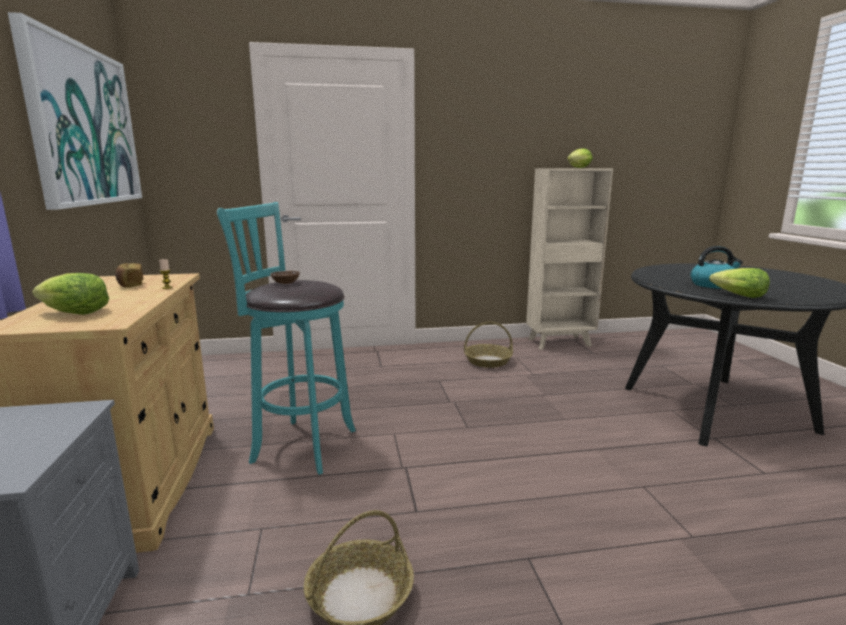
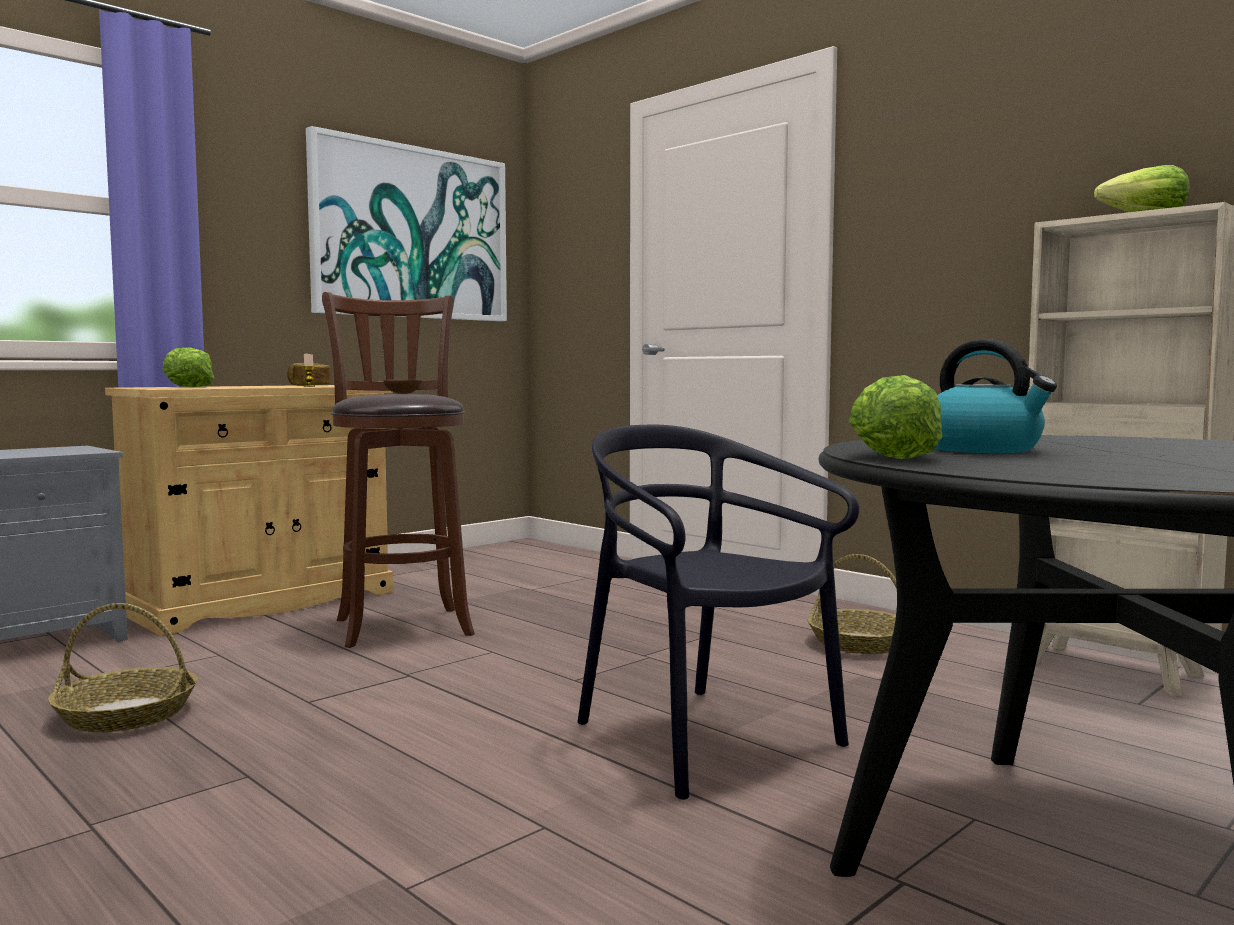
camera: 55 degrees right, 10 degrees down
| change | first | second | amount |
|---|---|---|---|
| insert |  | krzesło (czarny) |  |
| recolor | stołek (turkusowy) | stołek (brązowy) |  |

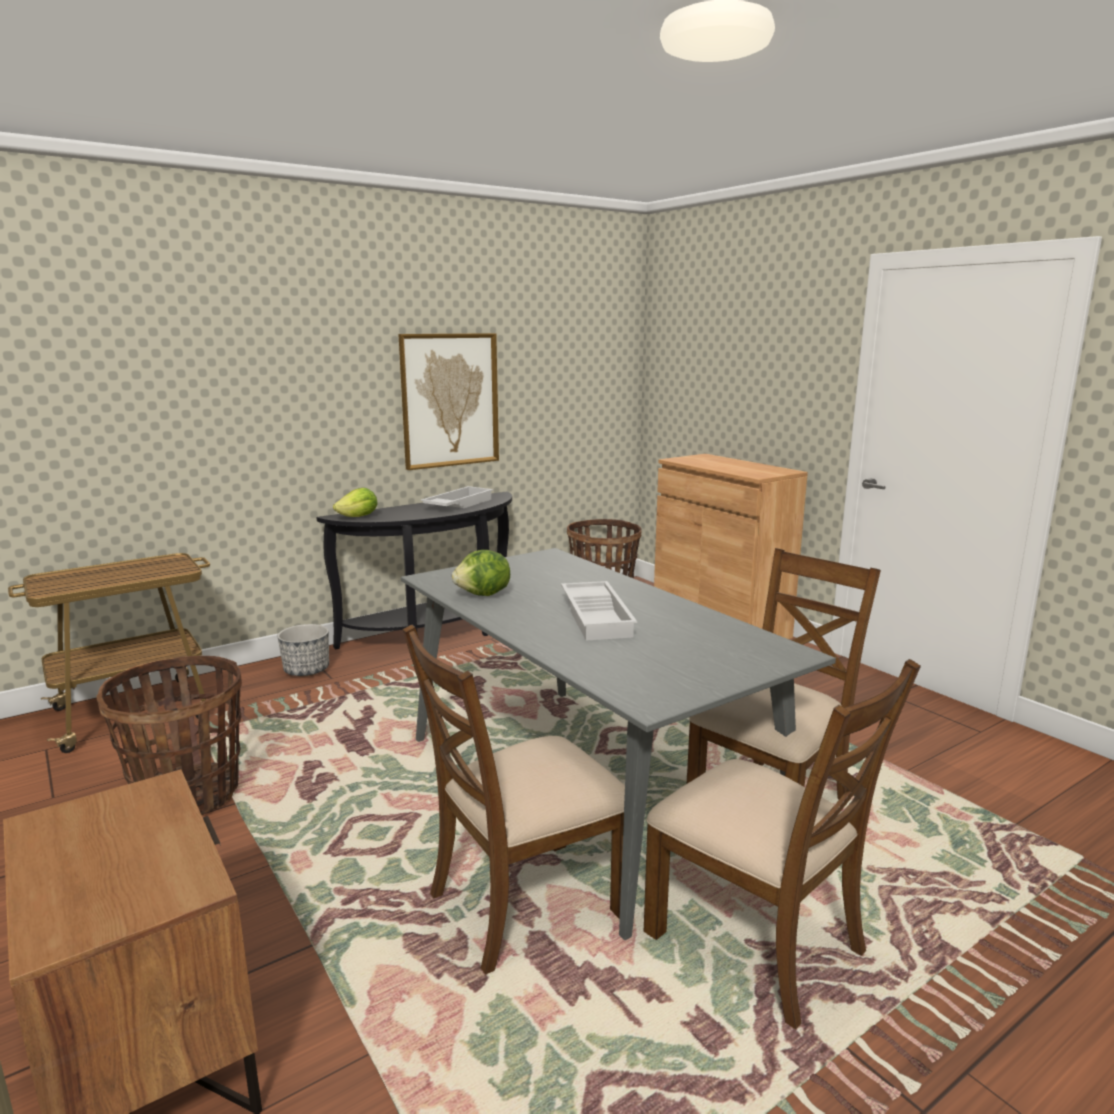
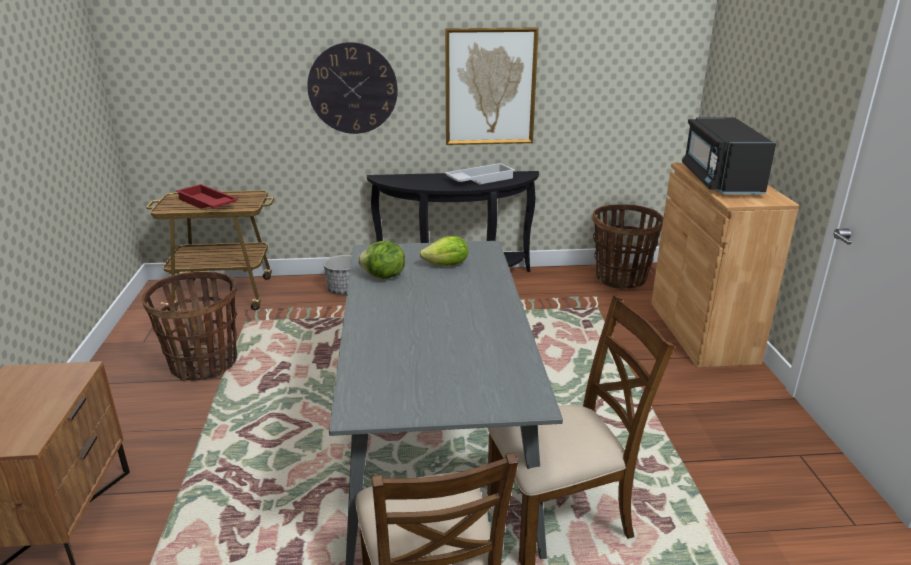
camera: 30 degrees right, 10 degrees up
| change | first | second | amount |
|---|---|---|---|
| delete | krzesło (brązowy) (1st from left) |  |  |
| delete | taca (biały) (2nd from left) |  |  |
| insert |  | taca (czerwony) |  |
| insert |  | zegar ścienny |  |
| insert |  | mikrofalówka (czarny) |  |
| move | sałata (1st from left in the first image) | sałata (2nd from left) |  |

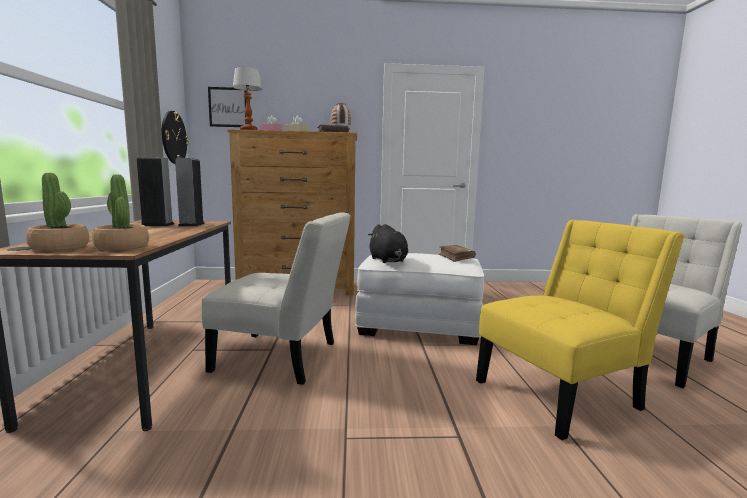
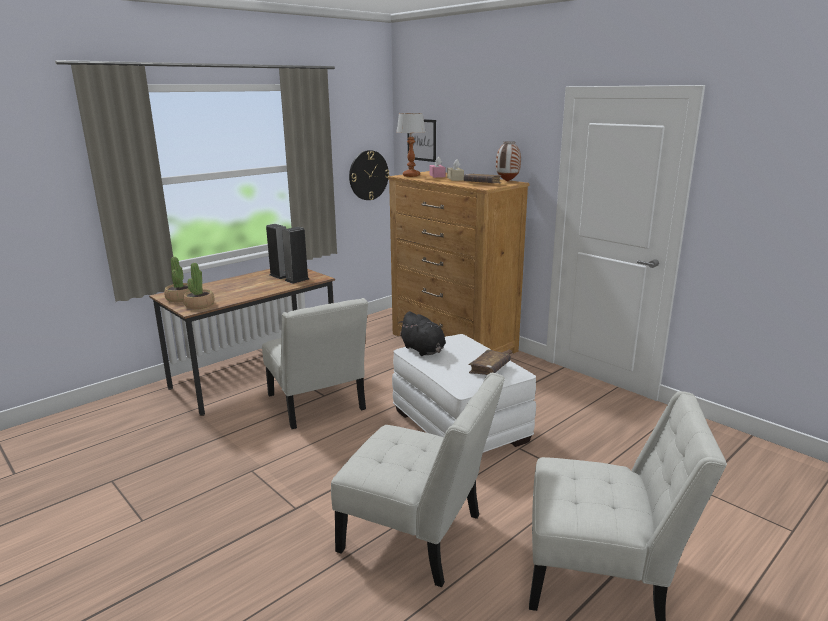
camera: 50 degrees right, 10 degrees up
| change | first | second | amount |
|---|---|---|---|
| recolor | krzesło (żółty) | krzesło (biały) (2nd from left) |  |
| rotate | pluszak (czarny) |  | 60 degrees counterclockwise |

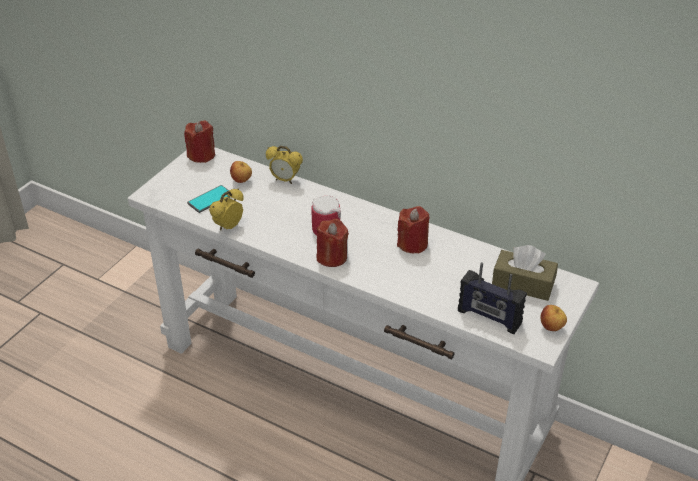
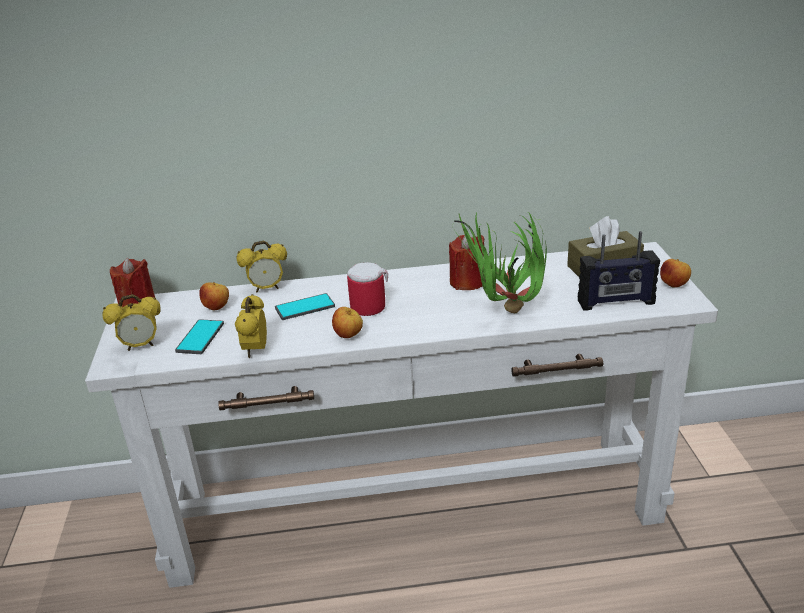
camera: 35 degrees left, 10 degrees down
| change | first | second | amount |
|---|---|---|---|
| delete | świeca (czerwony) (2nd from left) |  |  |
| insert |  | budzik (1st from left) |  |
| insert |  | telefon (2nd from left) |  |
| insert |  | jabłko (2nd from left) |  |
| insert |  | roślina doniczkowa |  |

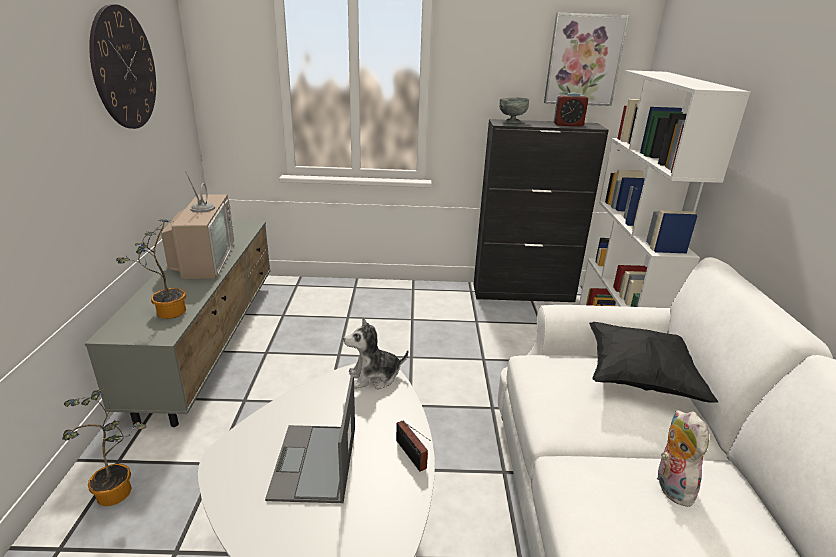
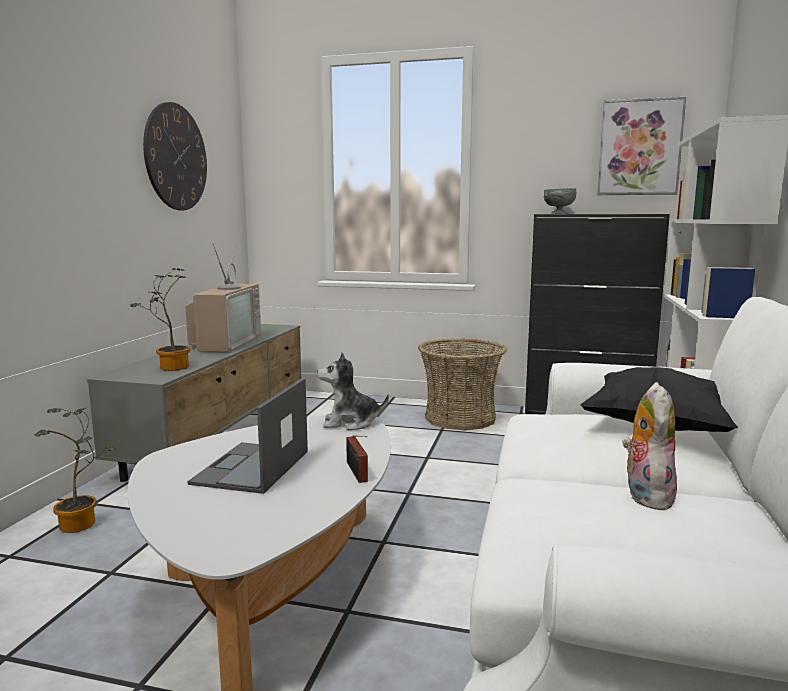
camera: 15 degrees right, 15 degrees down
| change | first | second | amount |
|---|---|---|---|
| delete | budzik |  |  |
| insert |  | koszyk |  |

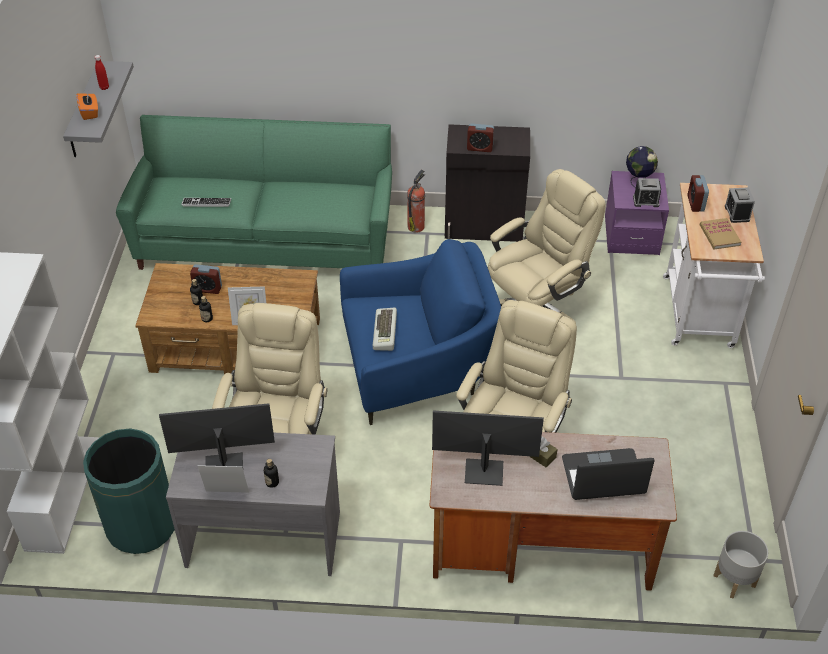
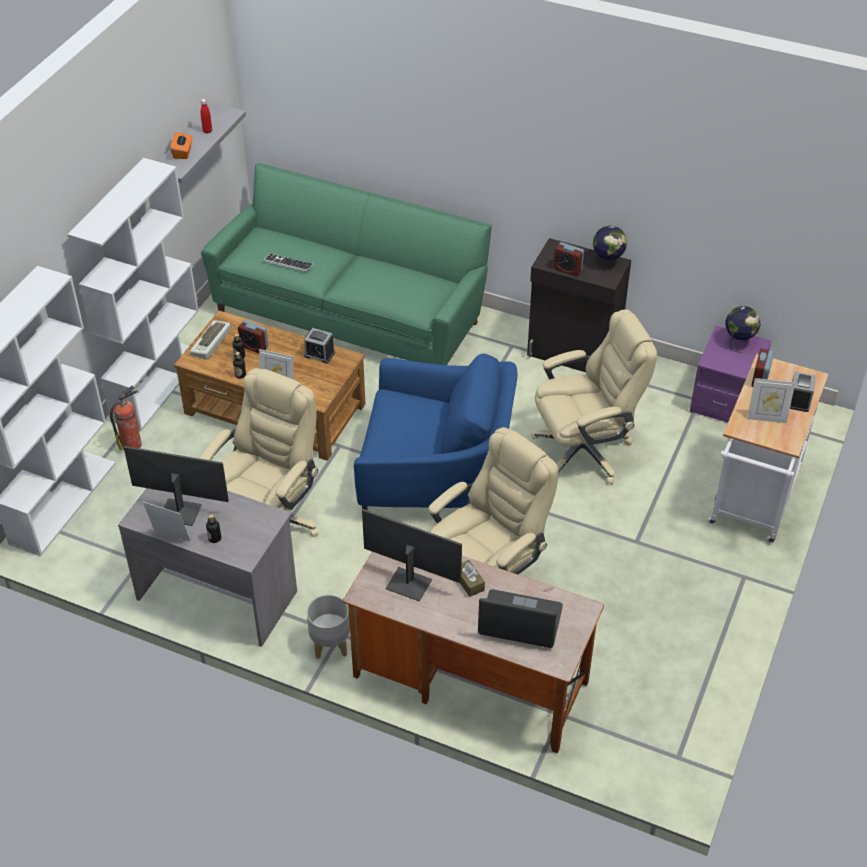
camera: 20 degrees right, 0 degrees up
| change | first | second | amount |
|---|---|---|---|
| delete | kosz na śmieci (zielony) |  |  |
| insert |  | regał (biały) (2nd from left) |  |
| insert |  | globus (1st from left) |  |
| move | klawiatura (2nd from left in the first image) | klawiatura (1st from left) |  |
| move | gaśnica |  |  |
| move | budzik (3rd from left in the first image) | budzik (2nd from left) |  |
| move | donica (szary) |  |  |
| replace | książka | ramka na zdjęcie (3rd from left) |  |

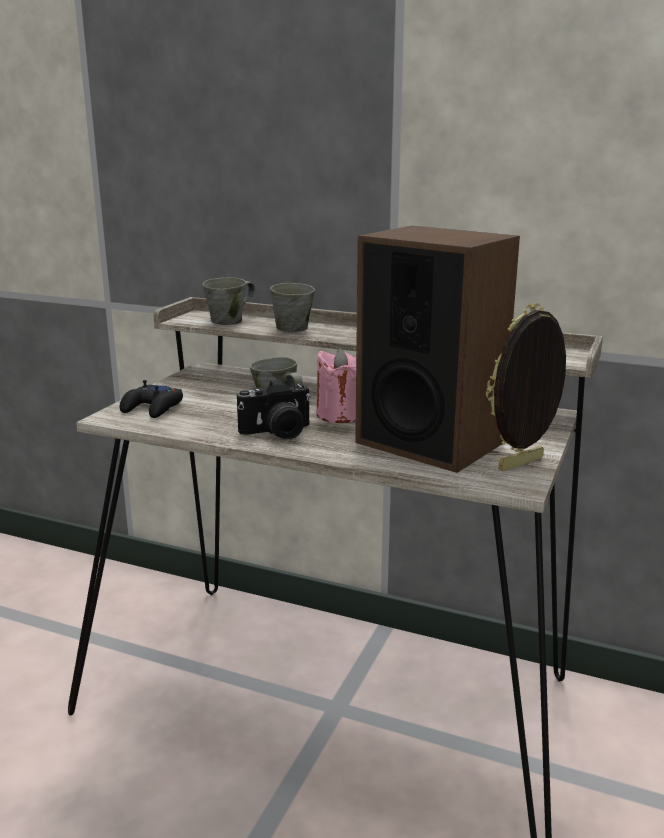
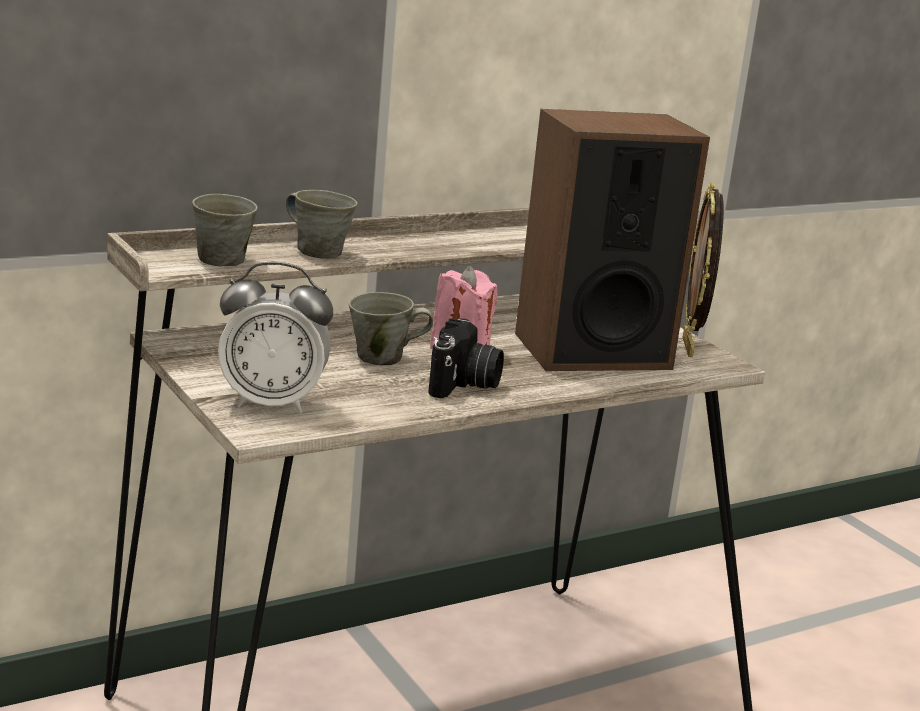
camera: 55 degrees left, 0 degrees up
| change | first | second | amount |
|---|---|---|---|
| replace | pad do gier (czarny) | budzik |  |

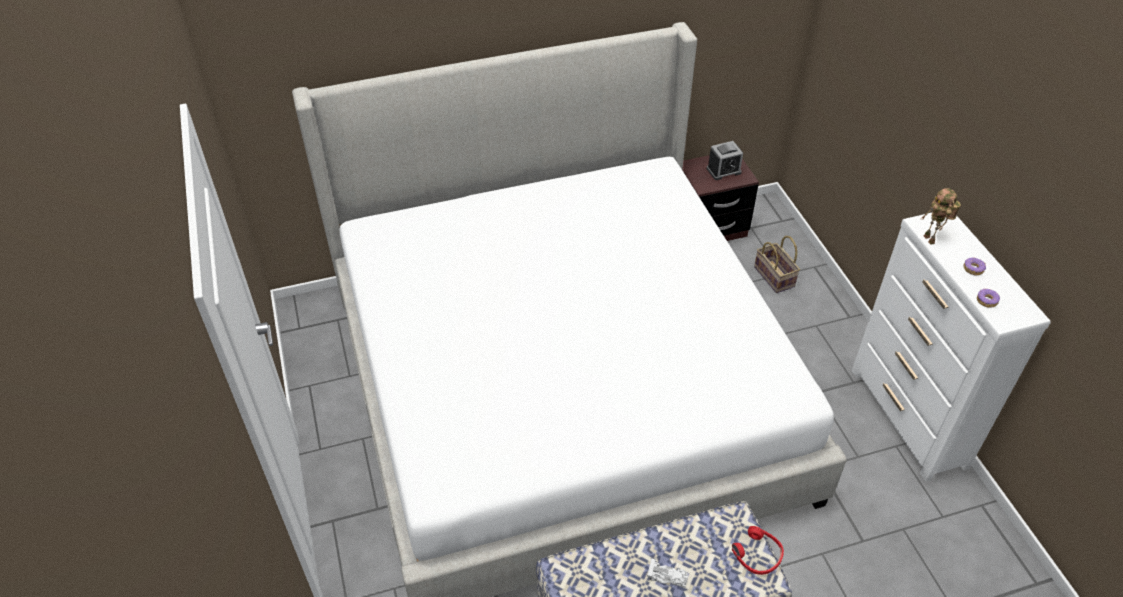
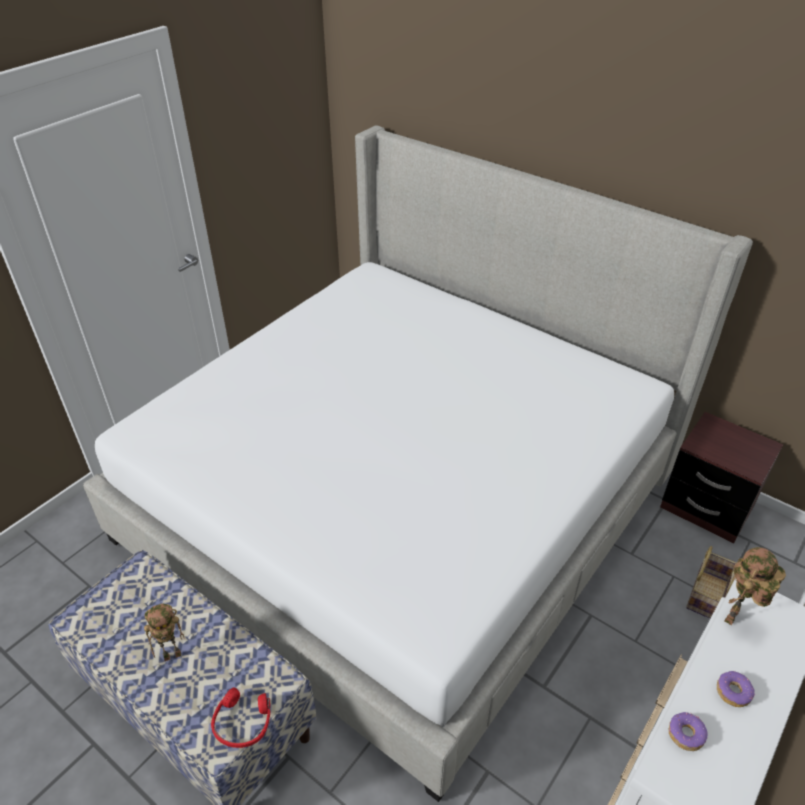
camera: 55 degrees right, 5 degrees down
| change | first | second | amount |
|---|---|---|---|
| delete | budzik |  |  |
| replace | samochodzik (biały) | robot zabawkowy (1st from left) |  |

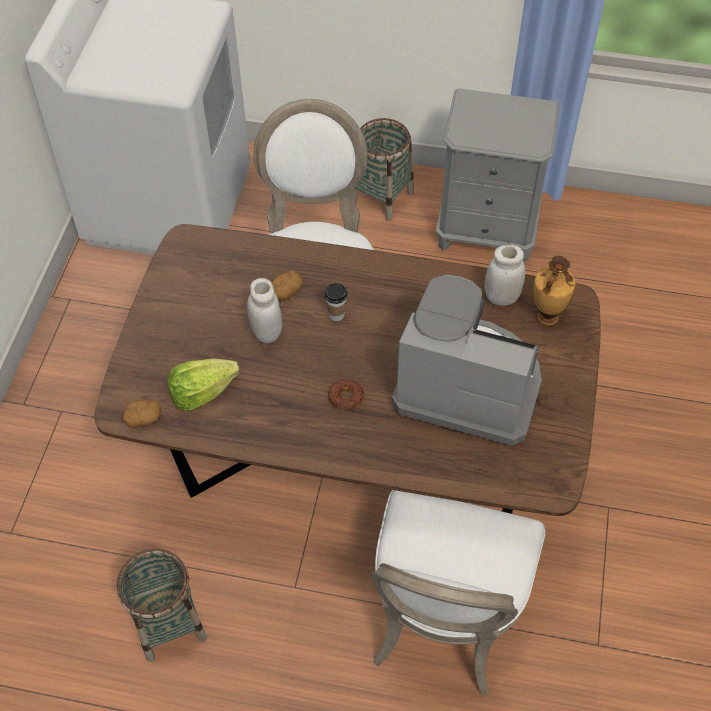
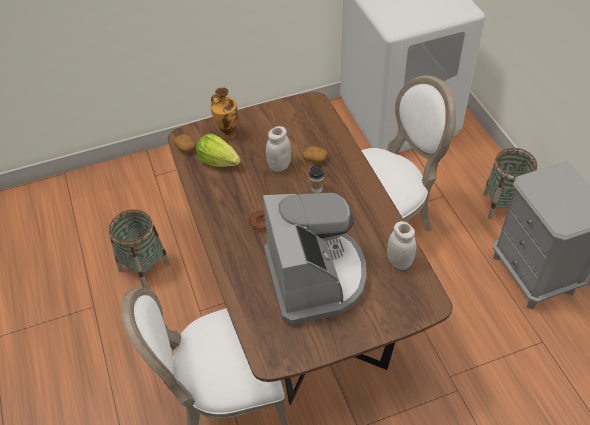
camera: 60 degrees right, 5 degrees down
| change | first | second | amount |
|---|---|---|---|
| move | wazon |  |  |

